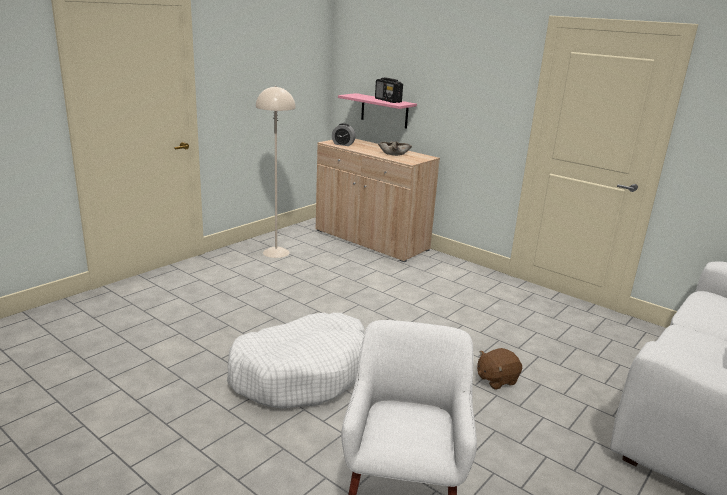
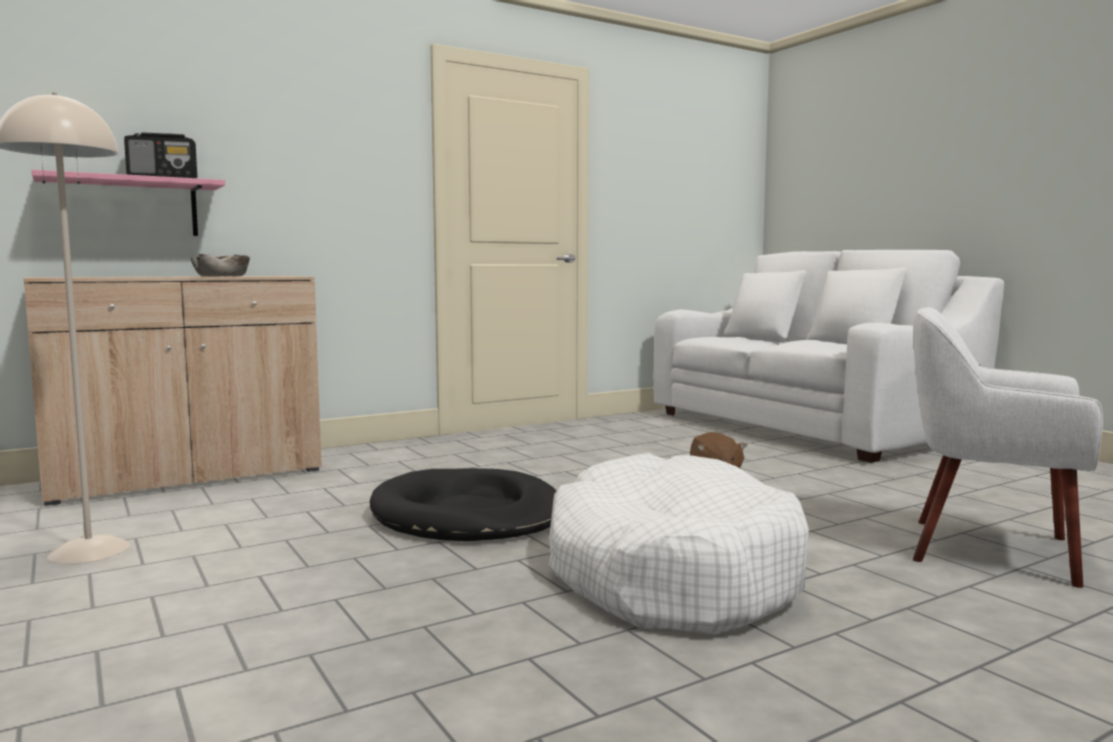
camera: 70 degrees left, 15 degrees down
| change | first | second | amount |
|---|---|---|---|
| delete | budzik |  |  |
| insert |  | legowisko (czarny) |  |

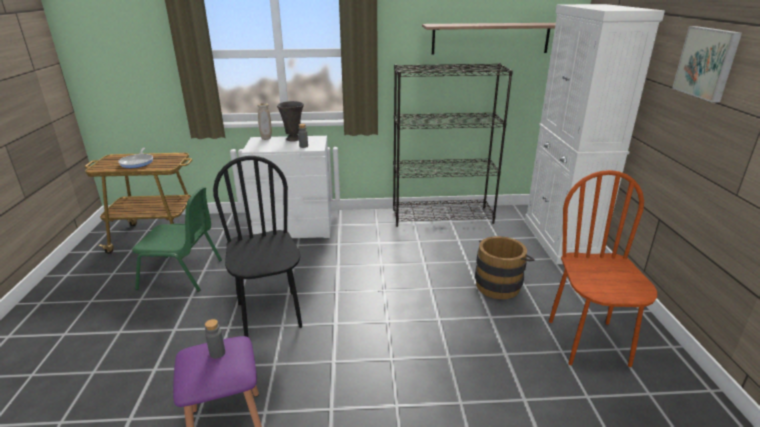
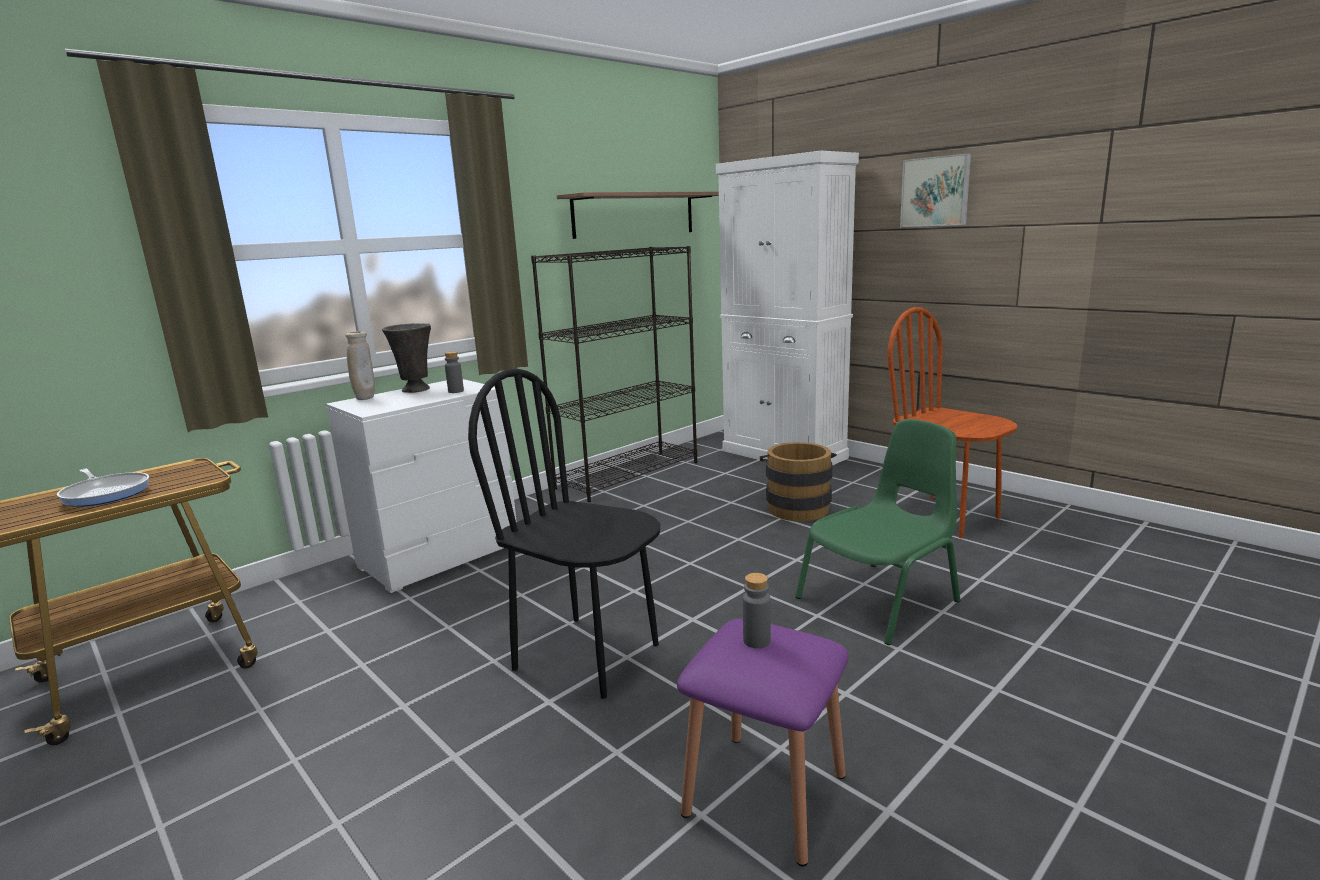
camera: 40 degrees left, 10 degrees down
| change | first | second | amount |
|---|---|---|---|
| move | krzesło (zielony) |  |  |

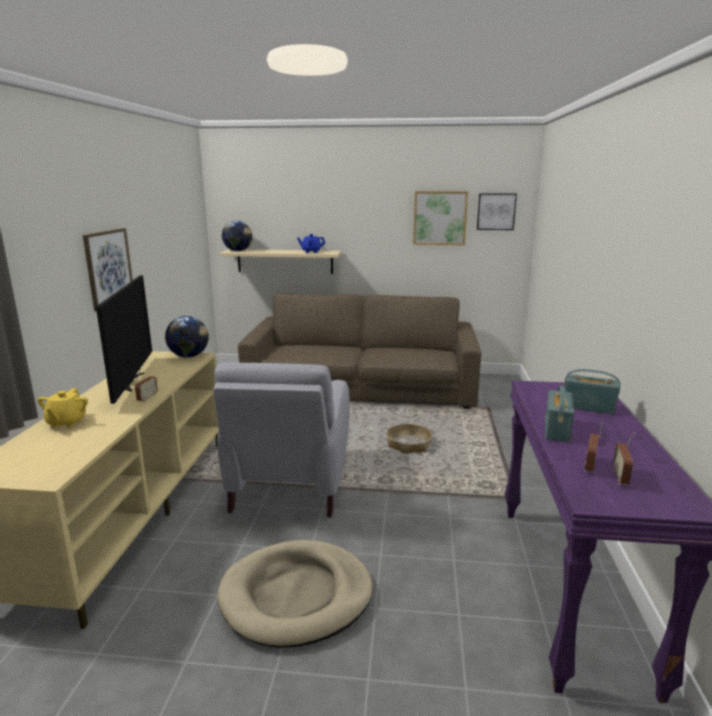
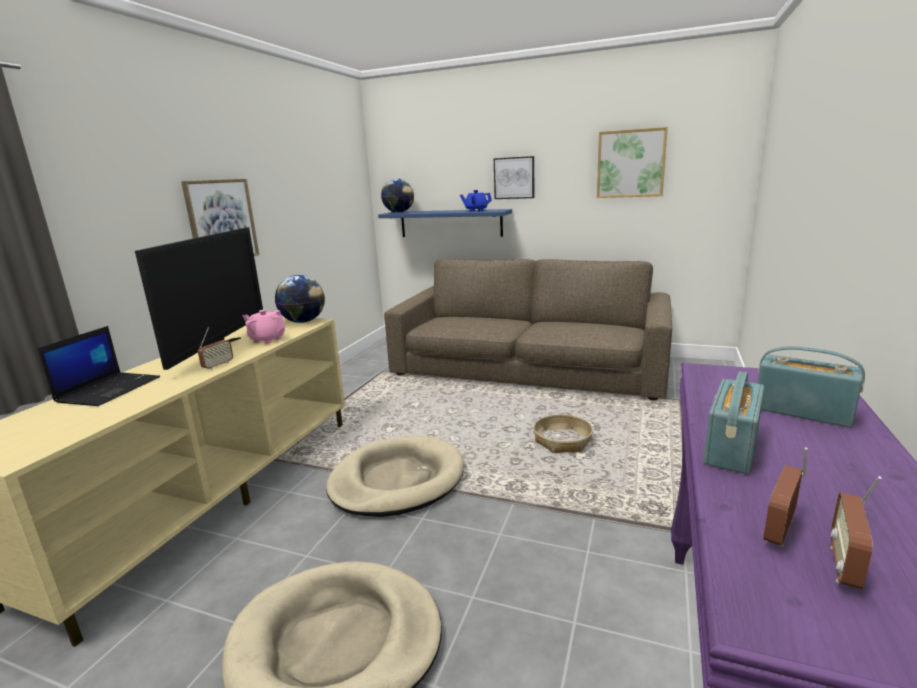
camera: 15 degrees right, 0 degrees up
| change | first | second | amount |
|---|---|---|---|
| insert |  | imbryk (różowy) |  |
| move | obraz (3rd from left in the first image) | obraz (2nd from left) |  |
| replace | imbryk (żółty) | laptop |  |
| replace | fotel (szary) | legowisko (beżowy) (2nd from left) |  |
| recolor | półka (beżowy) | półka (niebieski) |  |

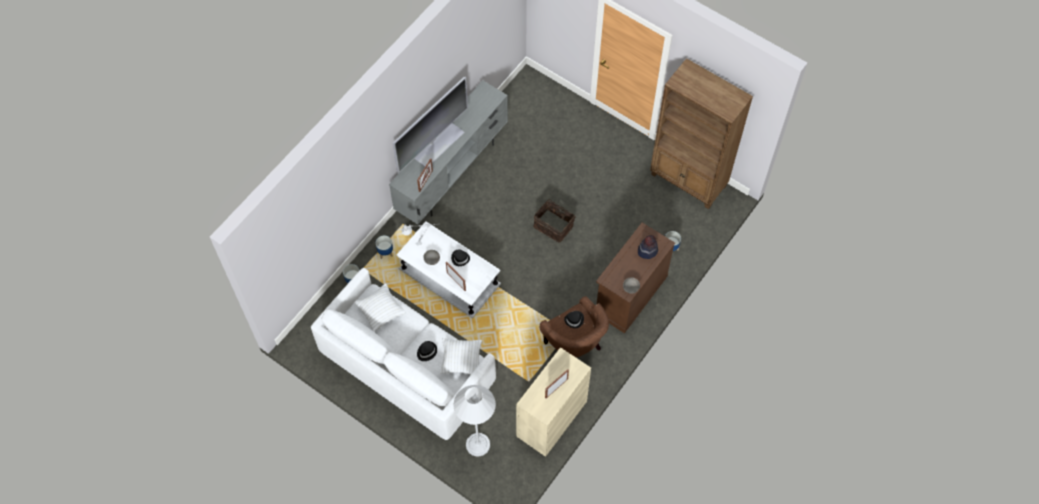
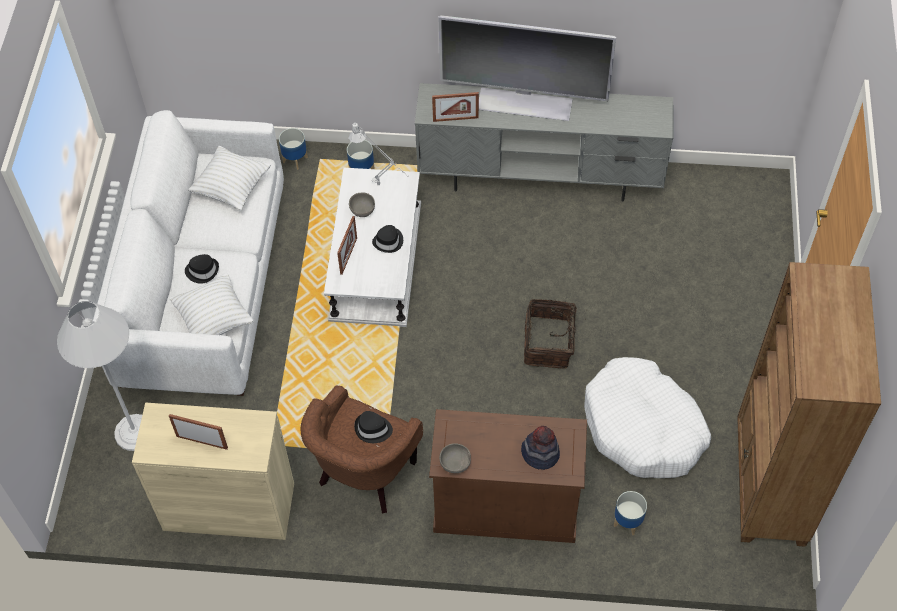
camera: 60 degrees right, 5 degrees down
| change | first | second | amount |
|---|---|---|---|
| insert |  | legowisko (biały) |  |

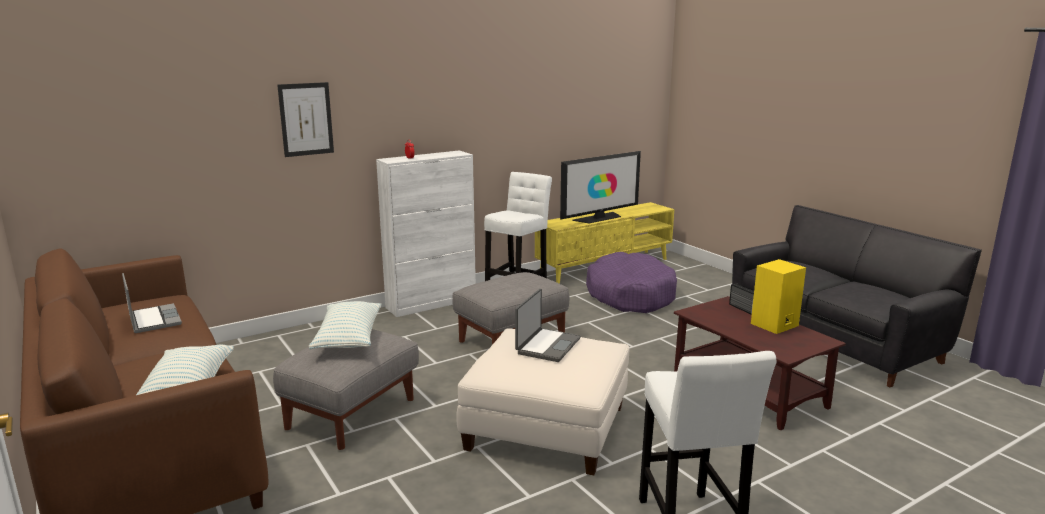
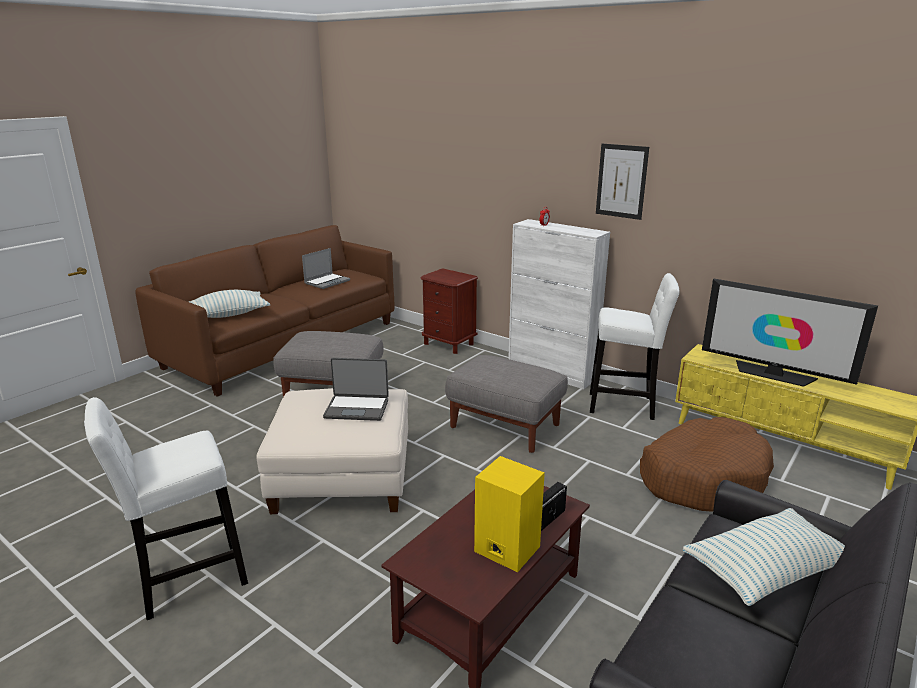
camera: 70 degrees right, 5 degrees up
| change | first | second | amount |
|---|---|---|---|
| insert |  | szafka nocna (brązowy) |  |
| move | obraz |  |  |
| move | poduszka (2nd from left) |  |  |
| recolor | legowisko (fioletowy) | legowisko (brązowy) |  |

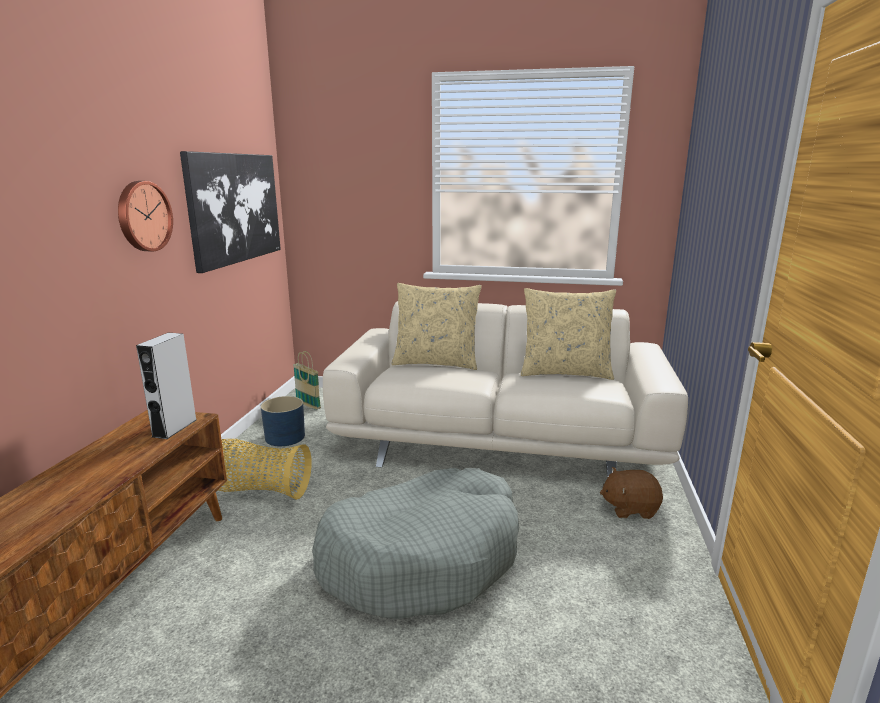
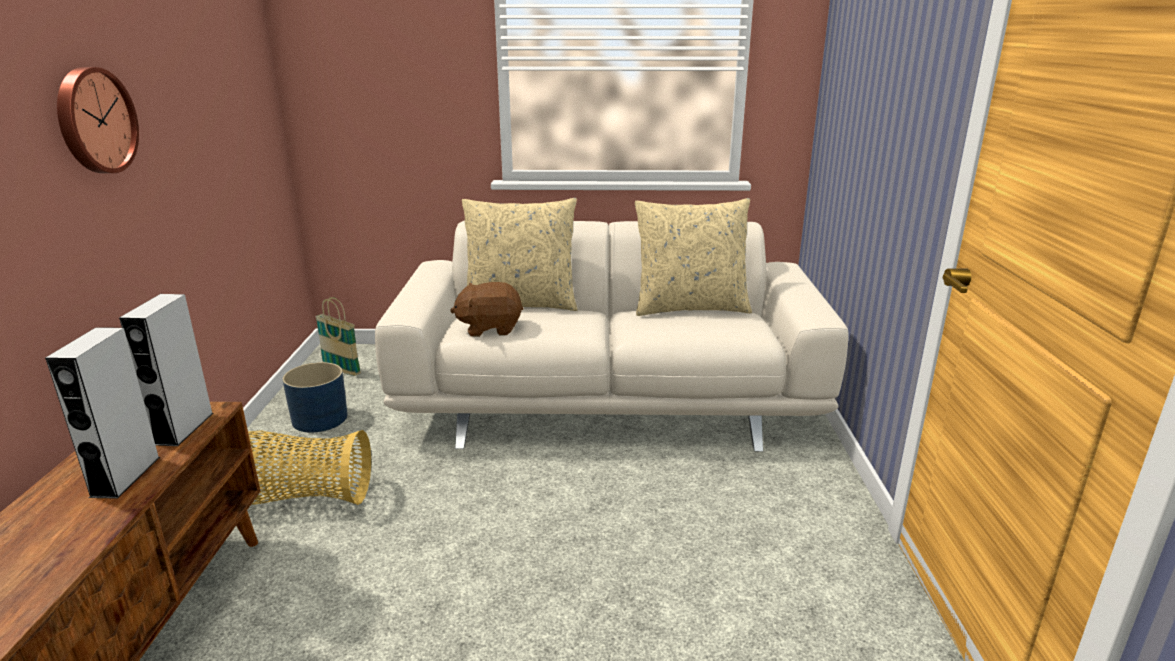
camera: 10 degrees left, 5 degrees up
| change | first | second | amount |
|---|---|---|---|
| delete | obraz |  |  |
| delete | legowisko (szary) |  |  |
| insert |  | głośnik (szary) (1st from left) |  |
| move | pluszak (brązowy) |  |  |

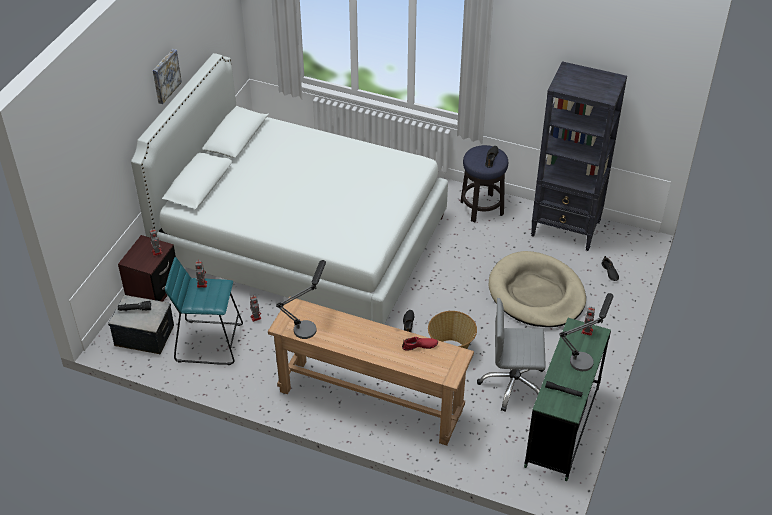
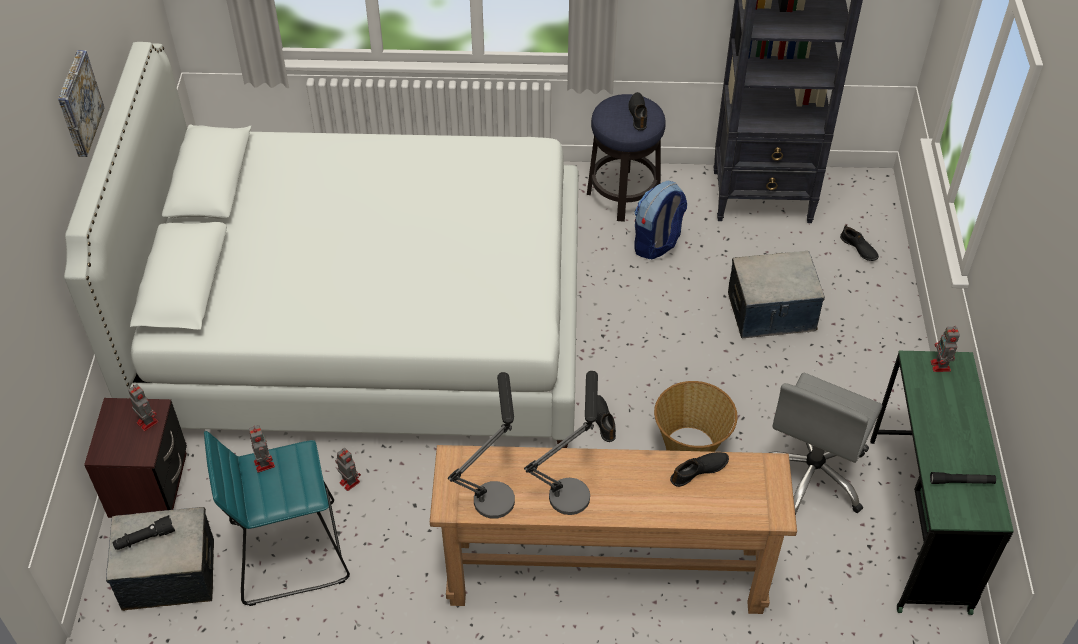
camera: 20 degrees left, 5 degrees up
| change | first | second | amount |
|---|---|---|---|
| insert |  | plecak |  |
| move | lampa stołowa (2nd from left) |  |  |
| replace | legowisko (beżowy) | pojemnik do przechowywania (2nd from left) |  |
| recolor | but (czerwony) | but (czarny) (3rd from left) |  |
| rotate | krzesło biurowe (szary) |  | 45 degrees counterclockwise |

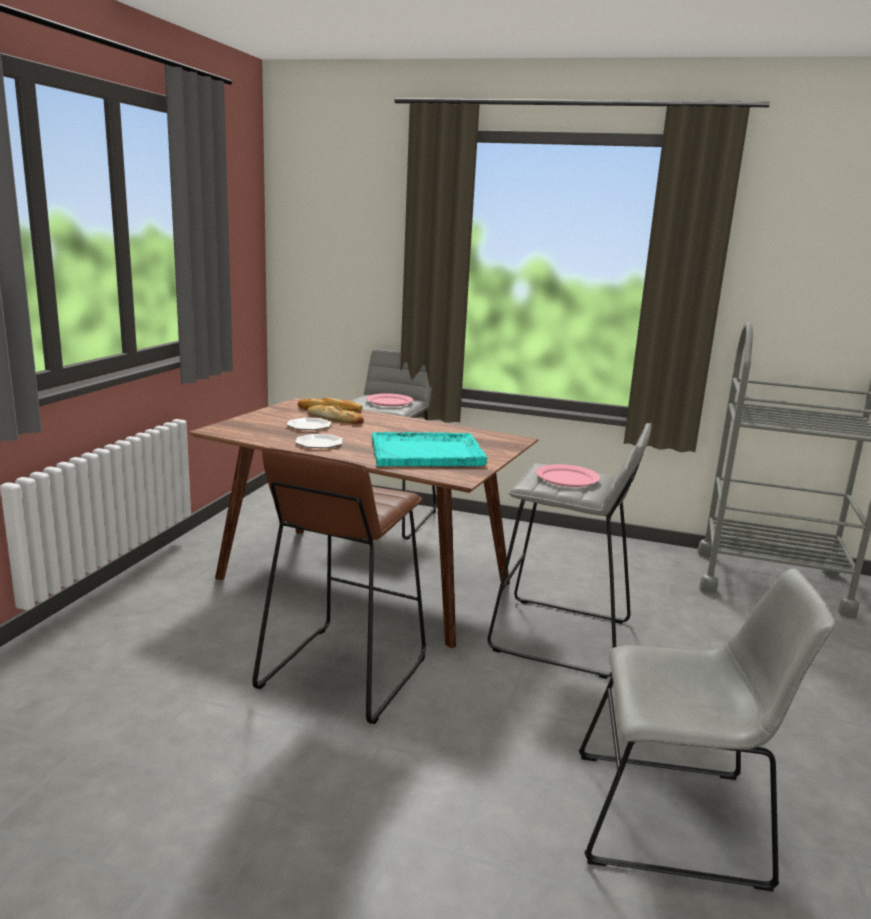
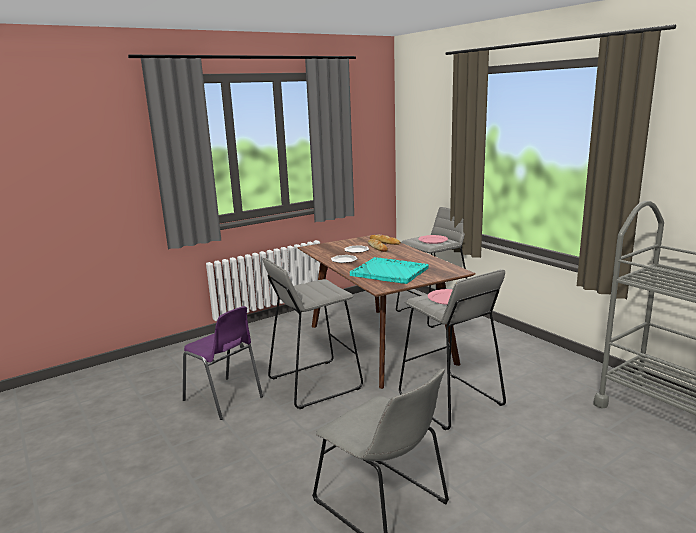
camera: 40 degrees right, 0 degrees up
| change | first | second | amount |
|---|---|---|---|
| insert |  | krzesło (fioletowy) |  |
| recolor | stołek (brązowy) | stołek (szary) (1st from left) |  |

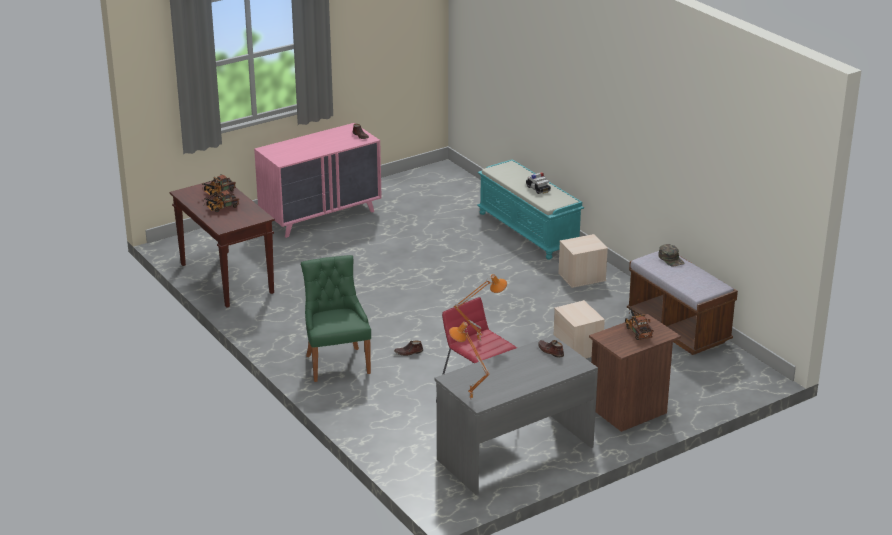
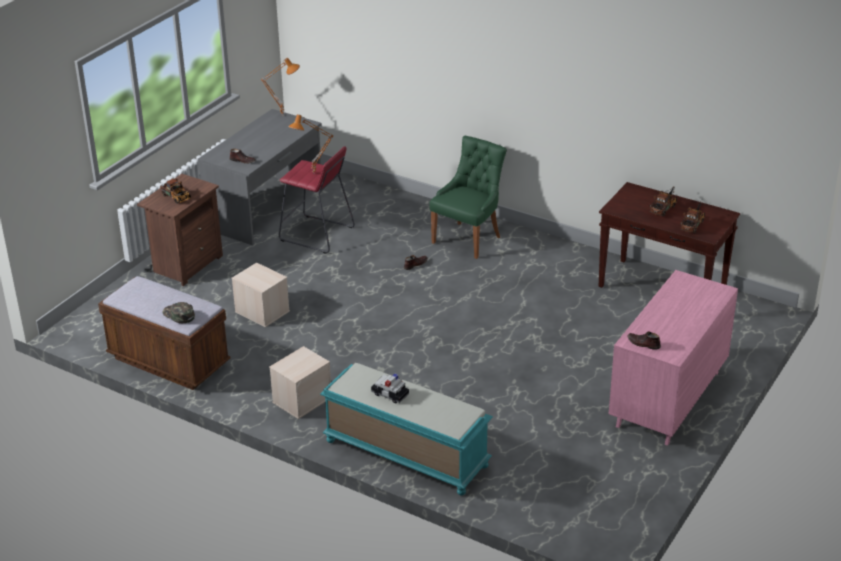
camera: 155 degrees right, 5 degrees up
| change | first | second | amount |
|---|---|---|---|
| rotate | krzesło (zielony) |  | 105 degrees counterclockwise |

